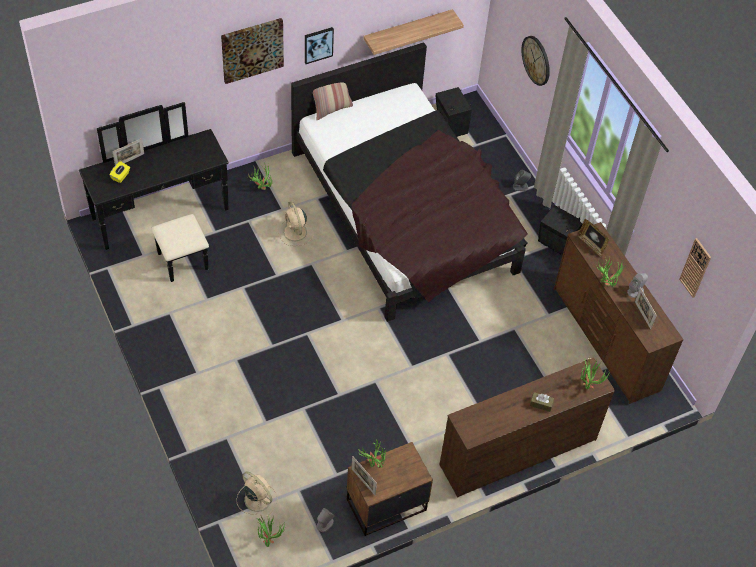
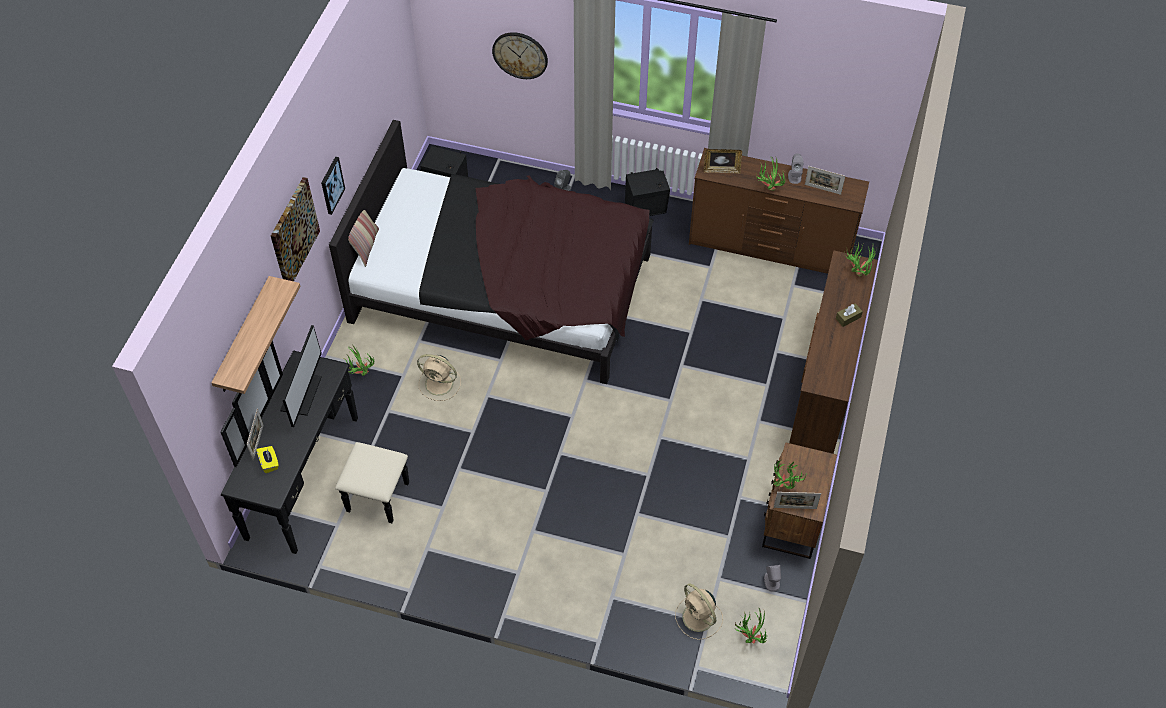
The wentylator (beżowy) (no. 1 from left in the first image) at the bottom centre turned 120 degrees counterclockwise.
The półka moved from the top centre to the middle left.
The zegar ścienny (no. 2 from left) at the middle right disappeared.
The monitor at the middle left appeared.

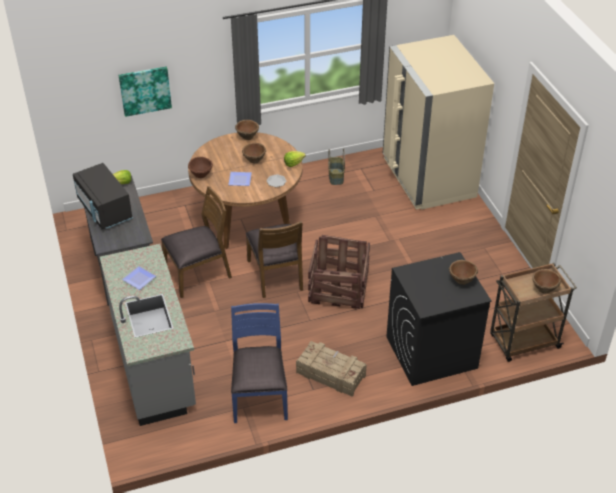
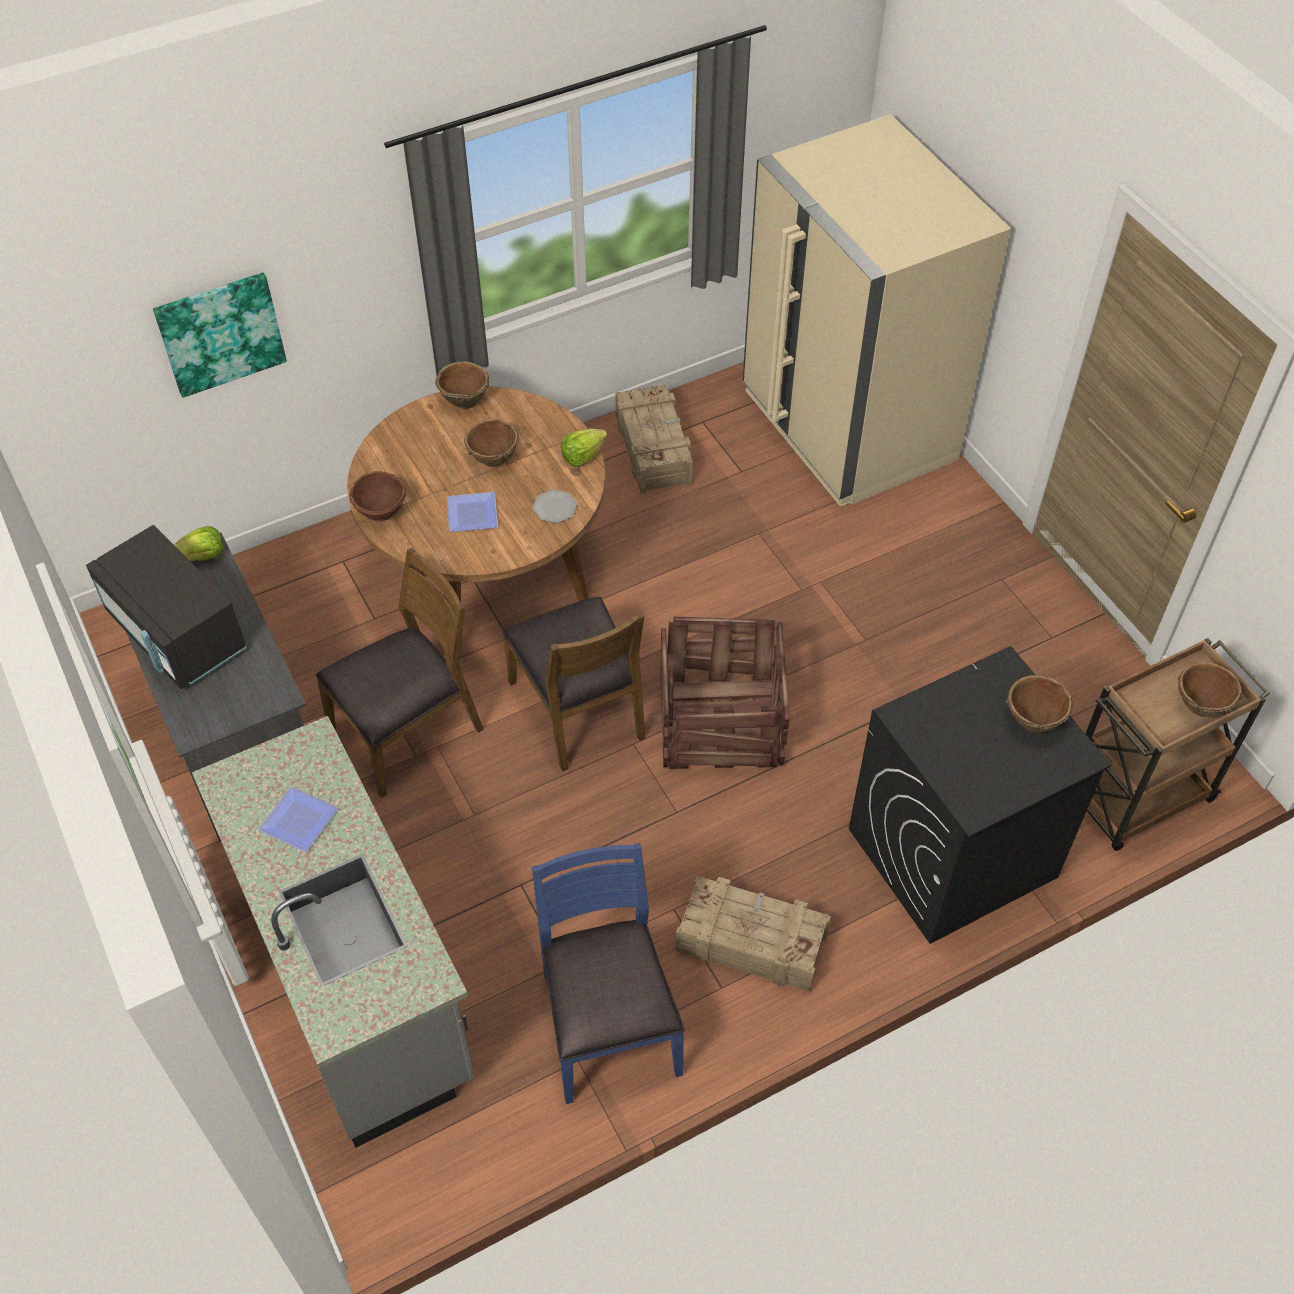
The koszyk at the centre was replaced by the skrzynka (no. 1 from left) at the centre.

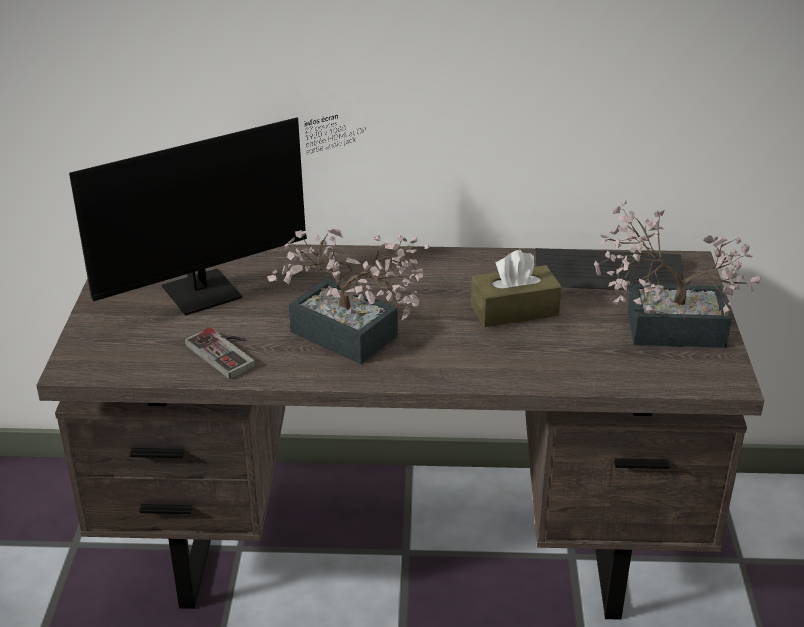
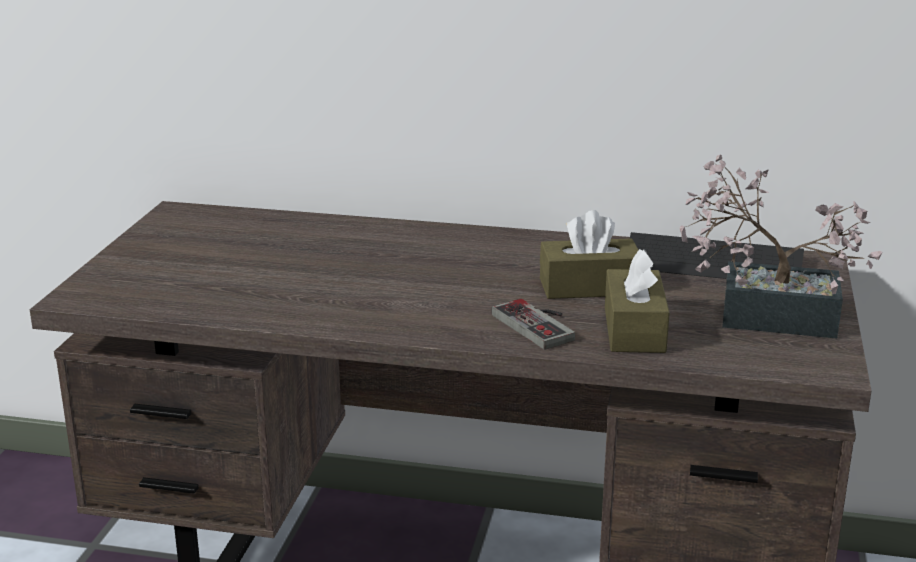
The monitor at the middle left disappeared.
The pad do gier moved from the middle left to the centre.
The roślina doniczkowa (no. 1 from left) at the centre disappeared.
The pudełko chusteczek (brązowy) (no. 2 from left) at the middle right appeared.

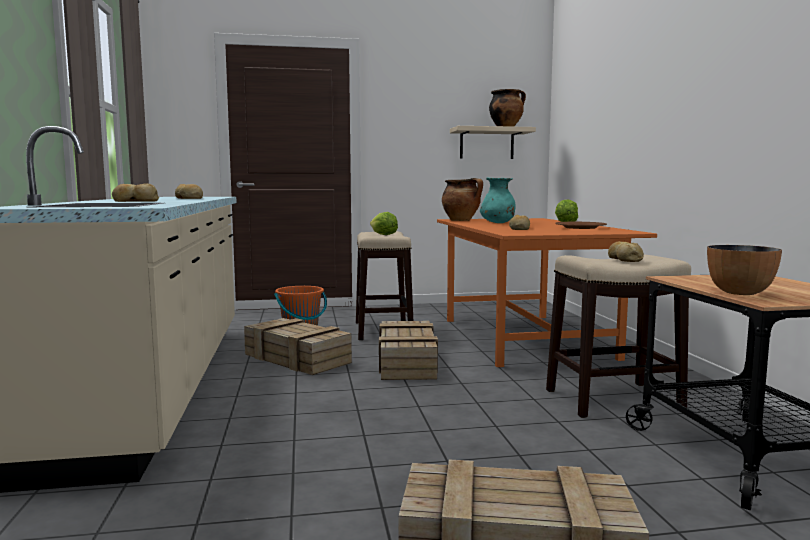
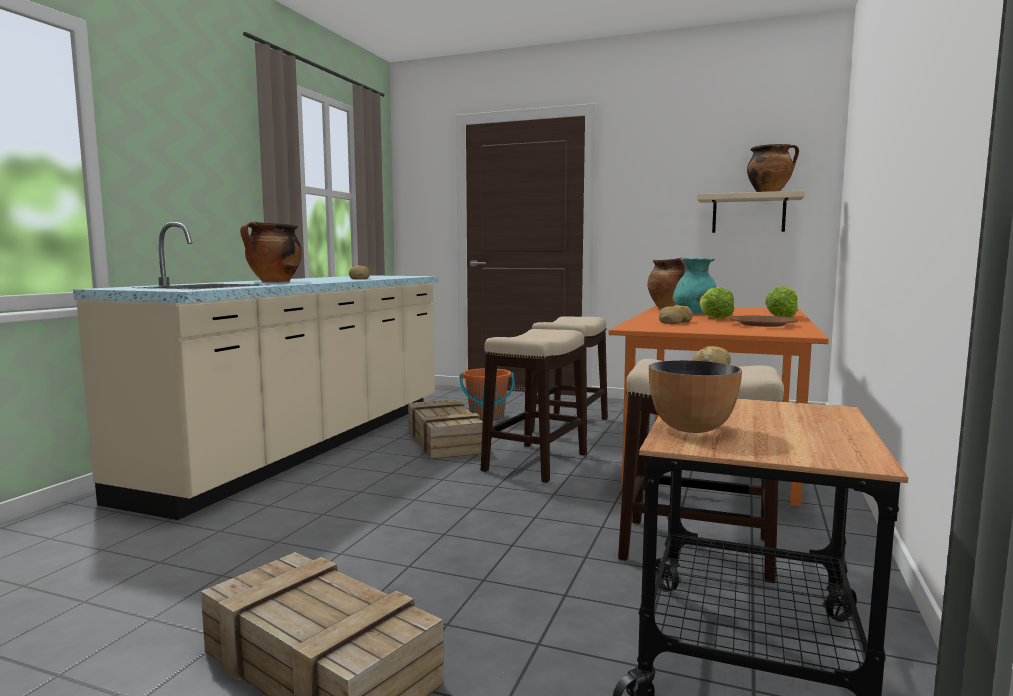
The chleb (no. 1 from left) at the middle left was replaced by the garnek (no. 1 from left) at the middle left.
The sałata (no. 1 from left) moved from the centre to the middle right.
The skrzynka (no. 2 from left) at the centre was replaced by the stołek (no. 1 from left) at the centre.

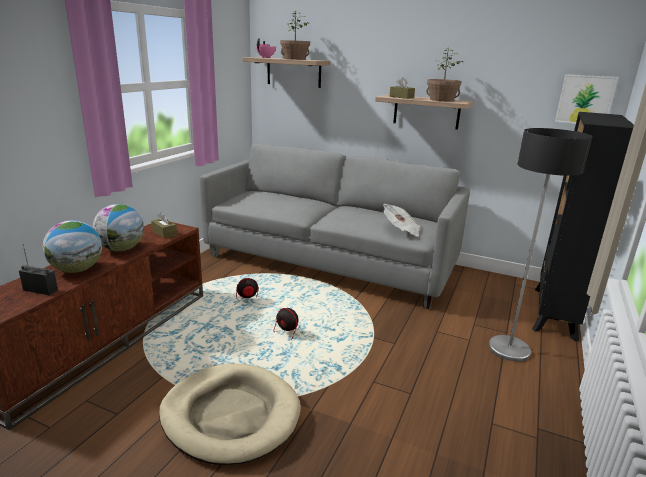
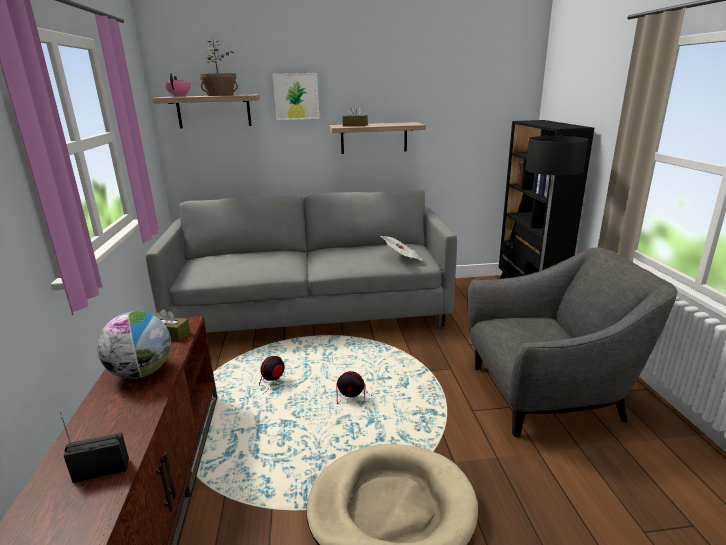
The globus (no. 1 from left) at the middle left disappeared.
The roślina doniczkowa (no. 2 from left) at the top right disappeared.
The obraz moved from the top right to the top centre.
The fotel (szary) at the middle right appeared.

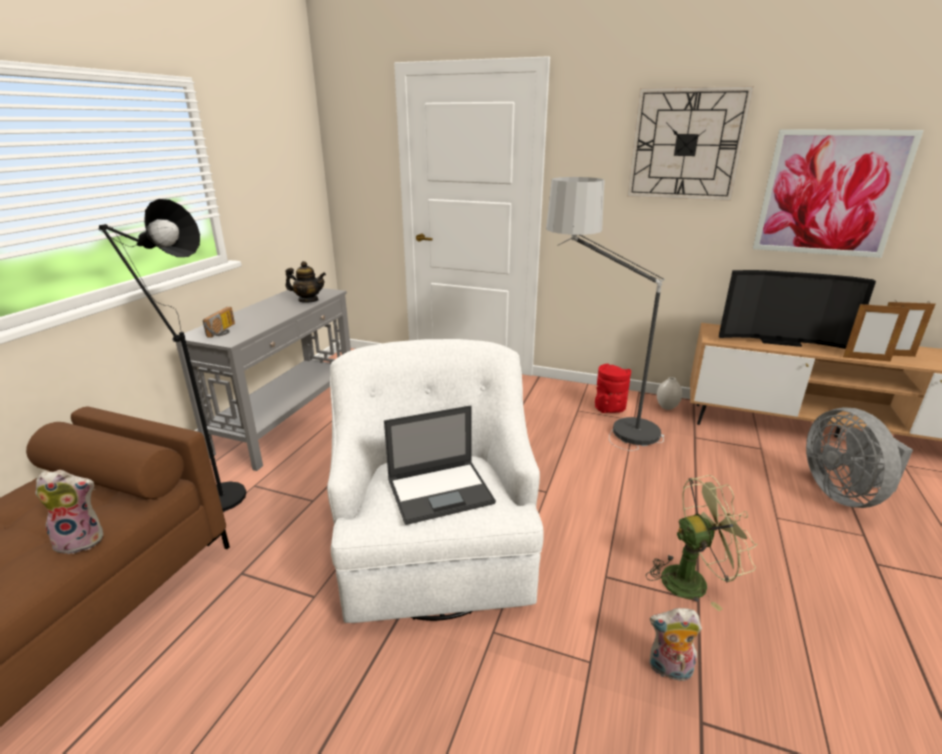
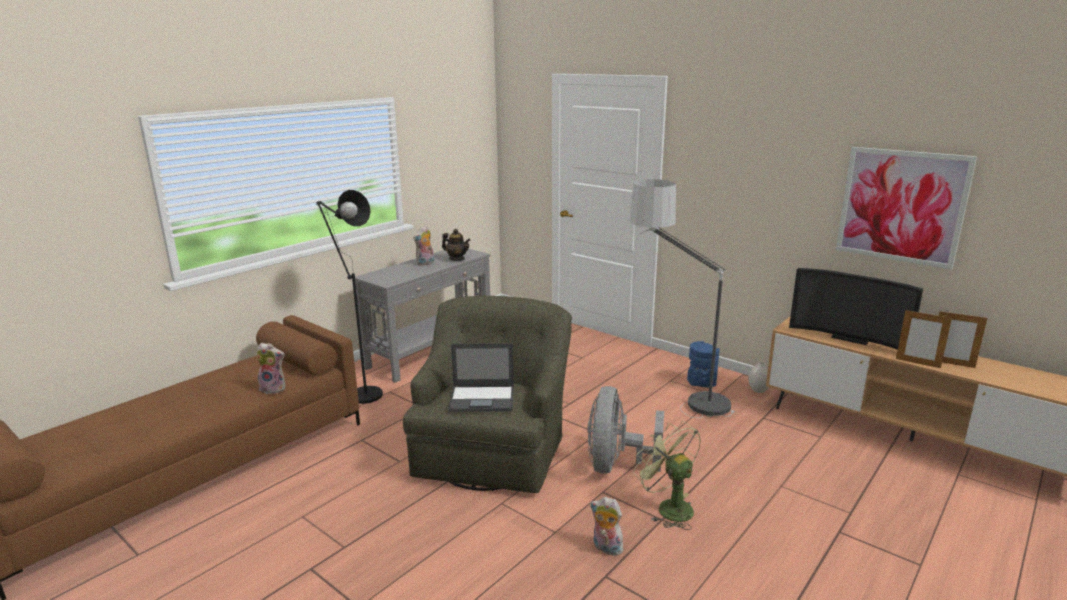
The radio at the middle left disappeared.
The fotel (biały) at the centre became the fotel (zielony) at the centre.
The wazon (czerwony) at the centre became the wazon (niebieski) at the centre.
The zegar ścienny at the top right disappeared.
The wentylator (zielony) at the bottom right turned 135 degrees counterclockwise.
The wentylator (szary) moved from the middle right to the bottom centre.
The pluszak (no. 2 from left) at the centre appeared.

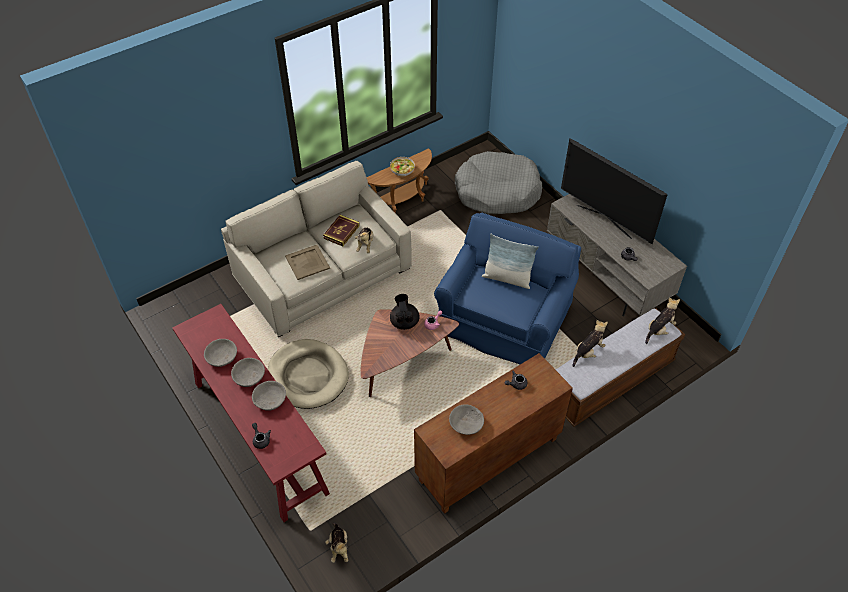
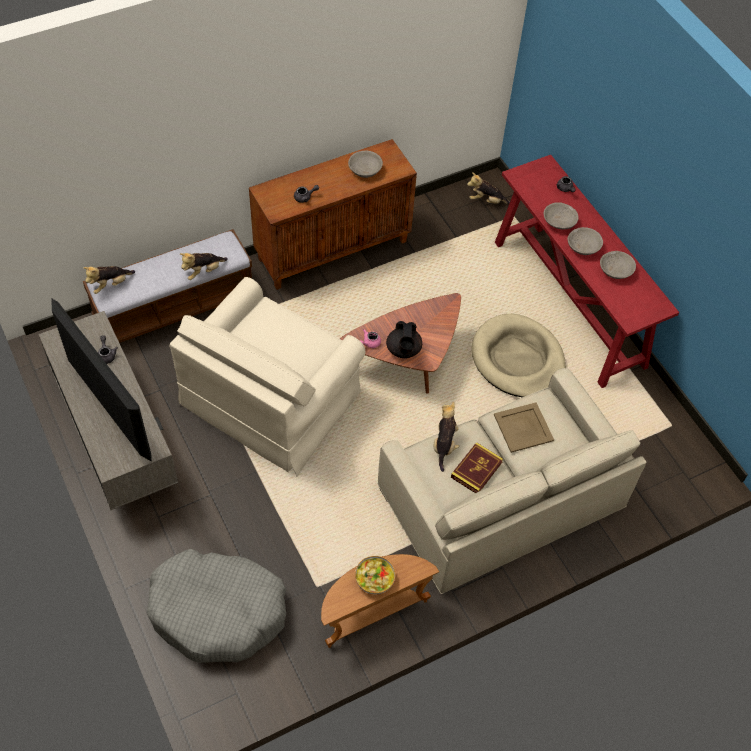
The pluszak (no. 1 from left in the first image) at the bottom centre turned 75 degrees counterclockwise.
The fotel (niebieski) at the centre became the fotel (beżowy) at the centre.
The poduszka at the centre disappeared.

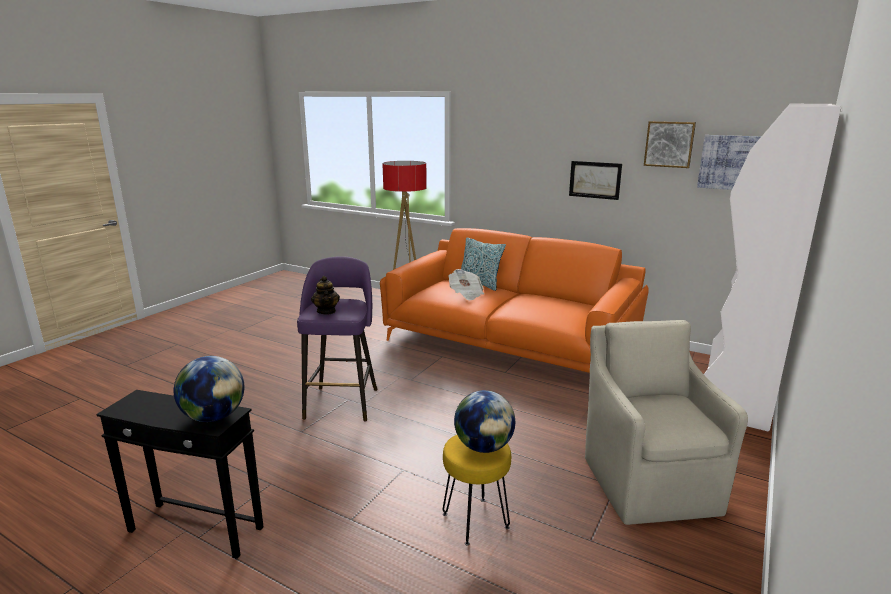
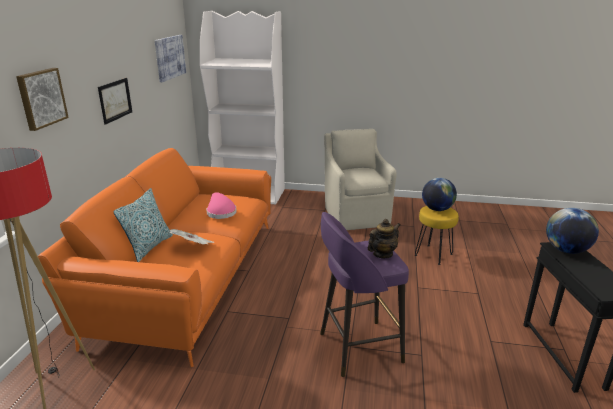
The fotel (beżowy) at the bottom right turned 105 degrees clockwise.
The obraz (no. 2 from left in the first image) moved from the top right to the top left.
The kapelusz (różowy) at the centre appeared.

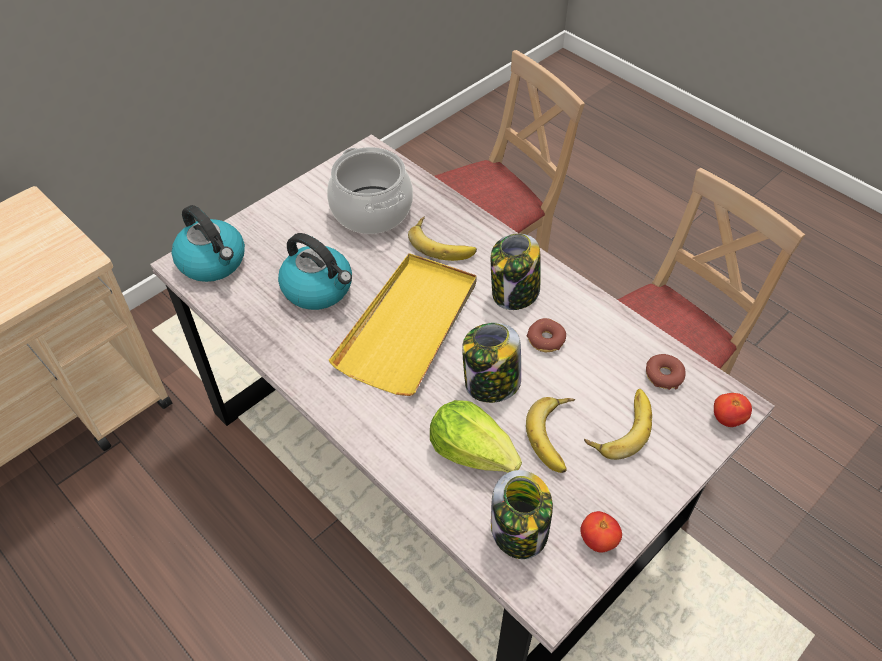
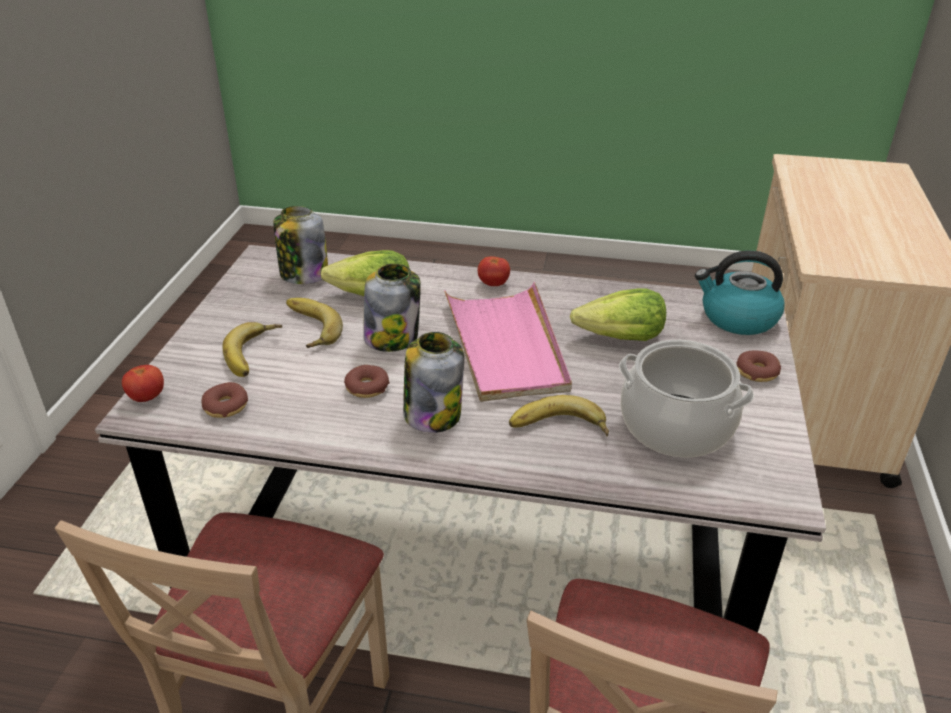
The czajnik (no. 2 from left) at the centre was replaced by the sałata (no. 2 from left) at the centre.
The taca (żółty) at the centre became the taca (różowy) at the centre.
The pomidor (no. 1 from left in the first image) moved from the bottom right to the centre.
The donut (no. 3 from left) at the middle right appeared.

